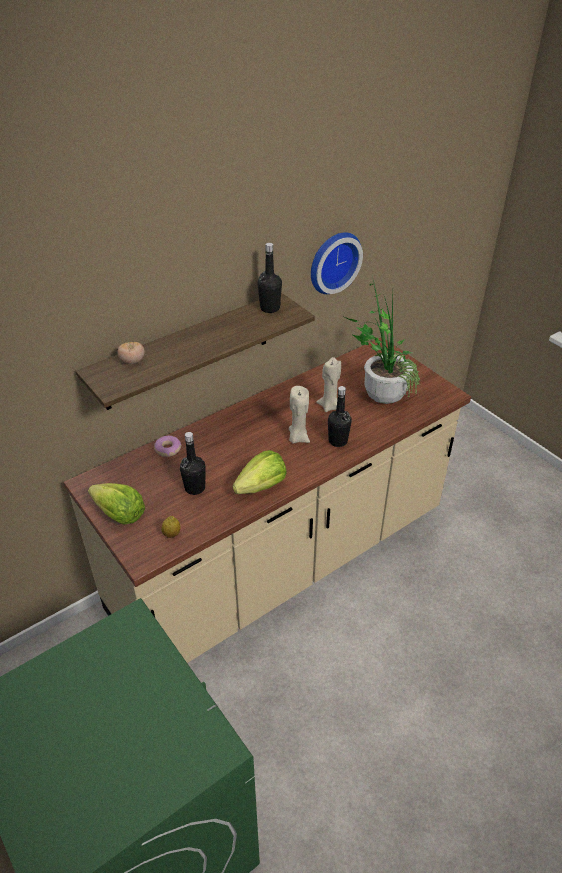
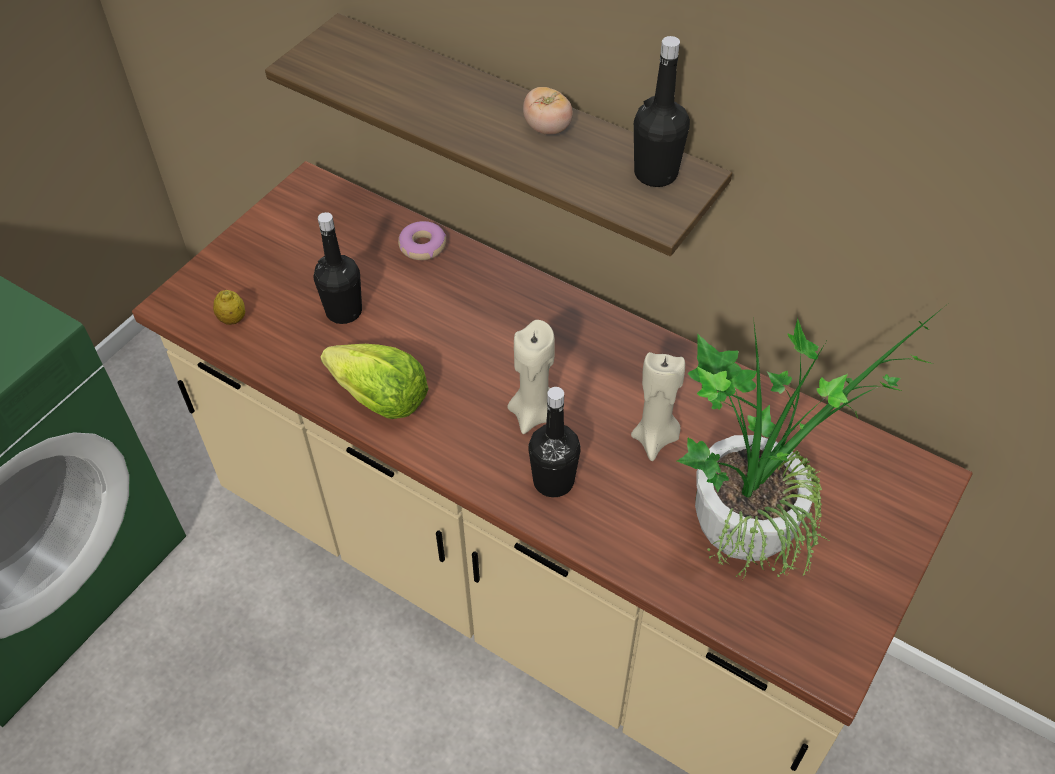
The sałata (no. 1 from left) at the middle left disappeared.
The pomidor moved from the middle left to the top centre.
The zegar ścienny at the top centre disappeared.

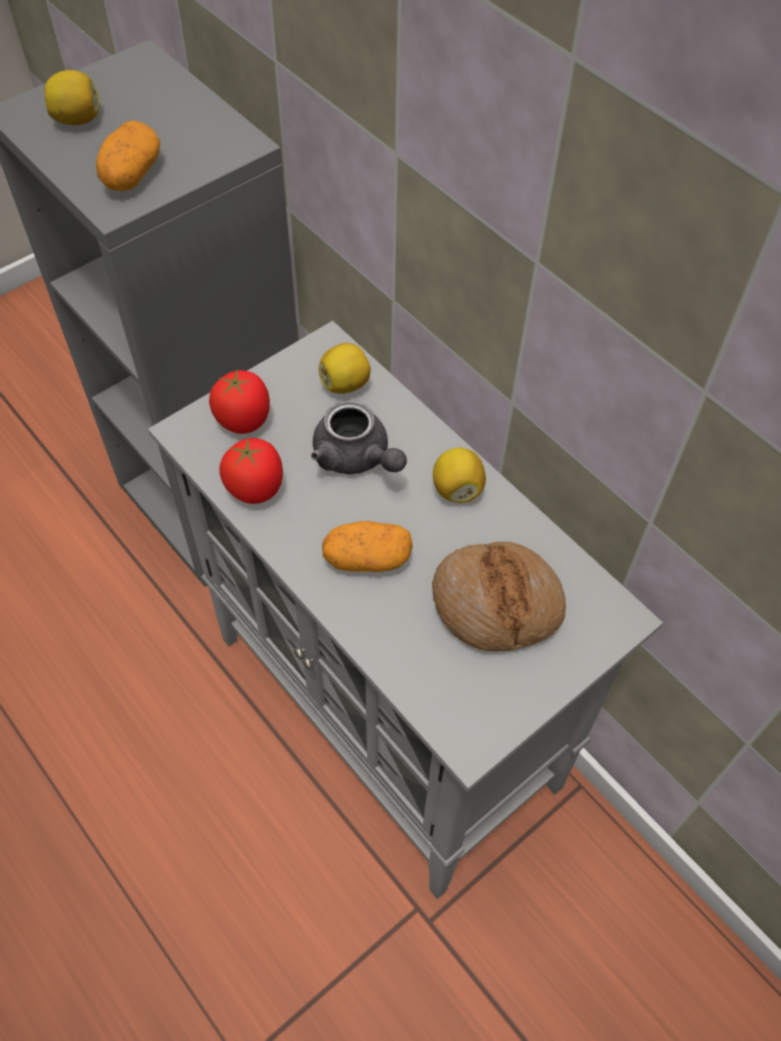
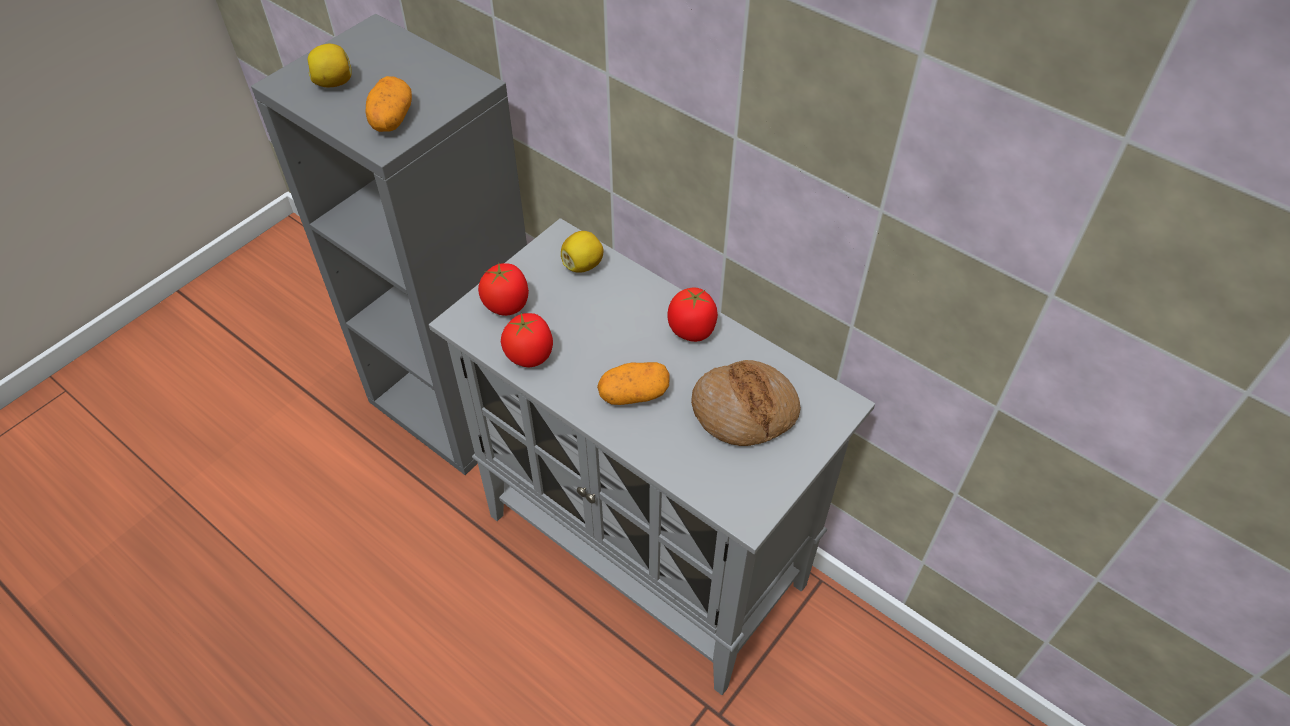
The imbryk (szary) at the centre disappeared.
The cytryna (no. 3 from left) at the centre was replaced by the pomidor (no. 3 from left) at the centre.

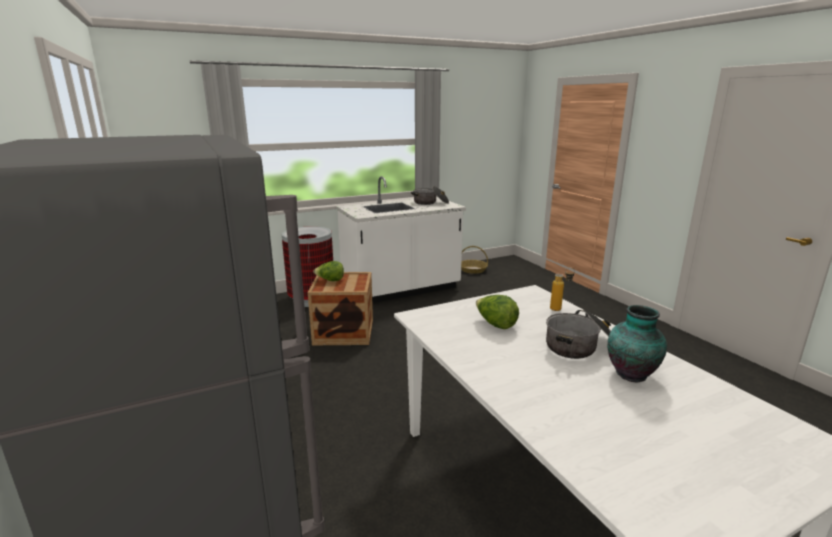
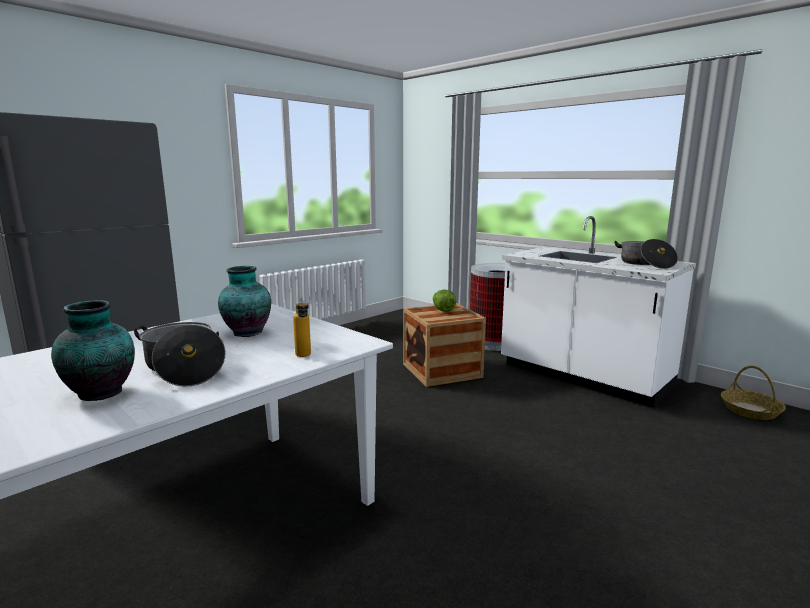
The sałata (no. 2 from left) at the centre was replaced by the wazon (no. 2 from left) at the middle left.

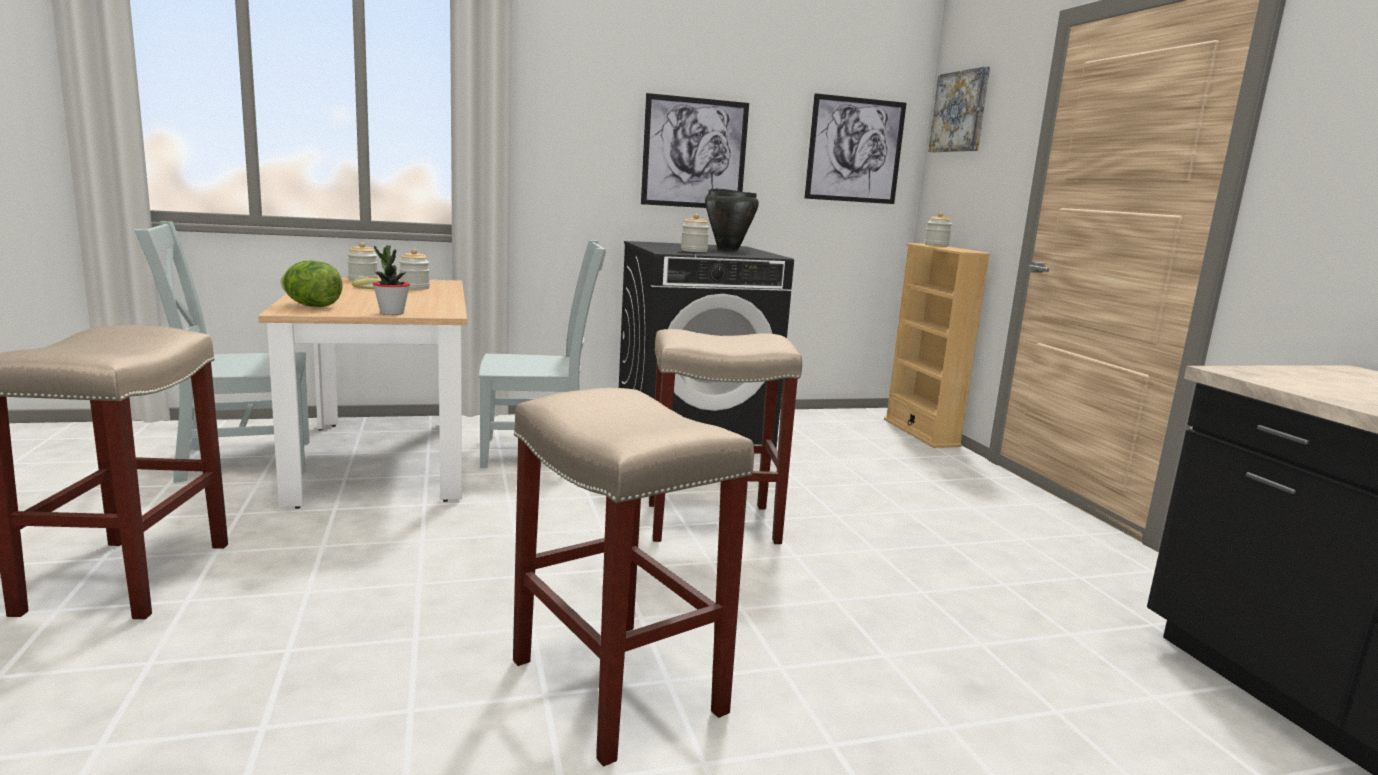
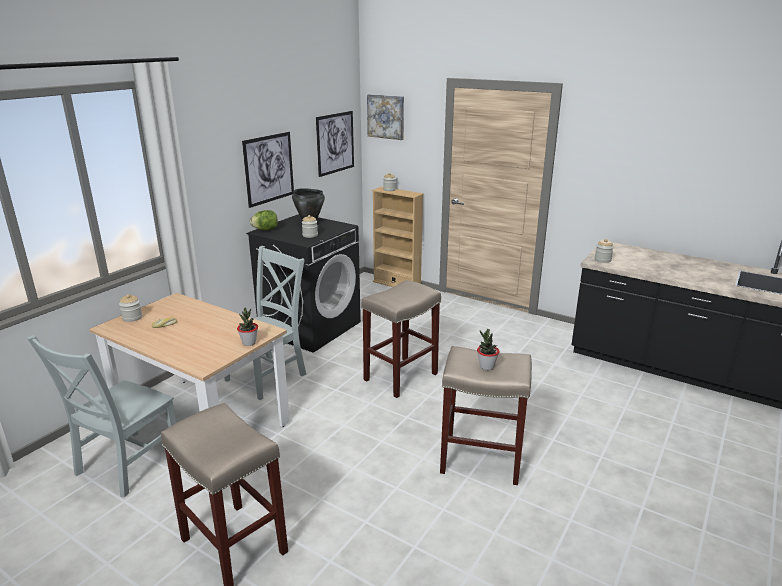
The sałata moved from the middle left to the centre.
The słoik (no. 2 from left in the first image) moved from the middle left to the middle right.
The roślina doniczkowa (no. 2 from left) at the centre appeared.

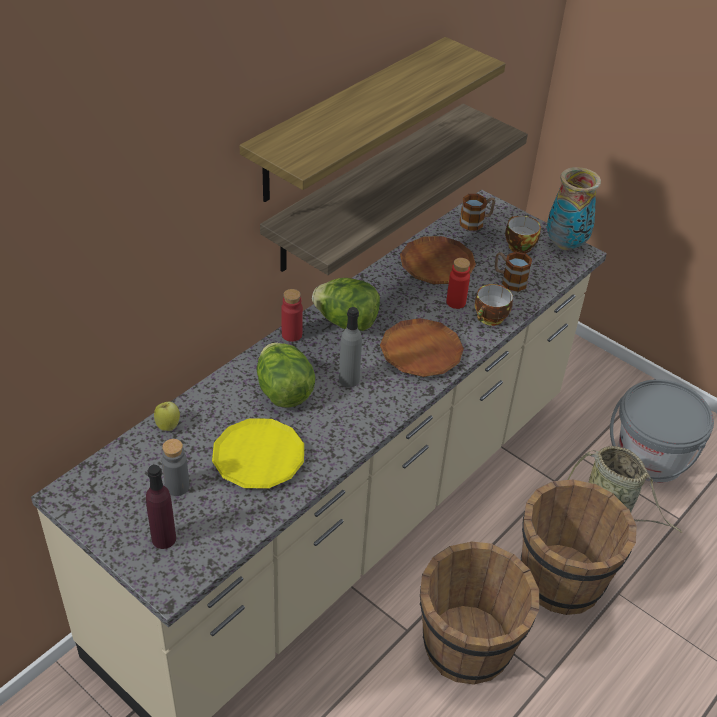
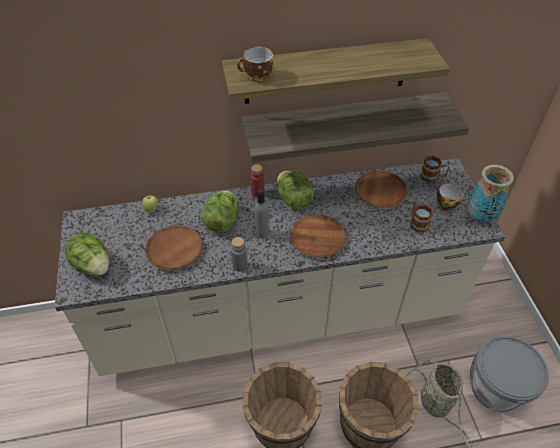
The butelka (fioletowy) at the bottom left was replaced by the sałata (no. 1 from left) at the middle left.
The butelka (szary) (no. 1 from left) moved from the middle left to the centre.
The talerz (żółty) at the centre became the talerz (brązowy) (no. 1 from left) at the middle left.
The butelka (czerwony) (no. 2 from left) at the centre disappeared.
The filiżanka (no. 1 from left) moved from the middle right to the top centre.

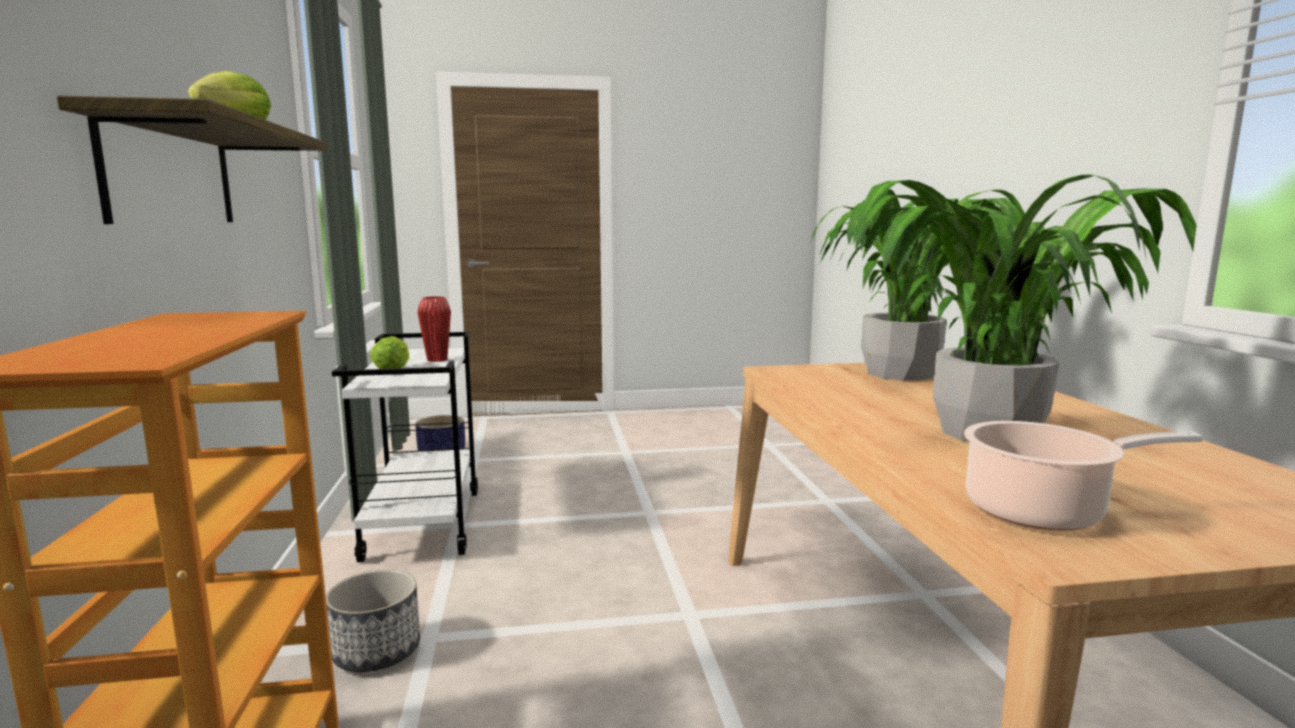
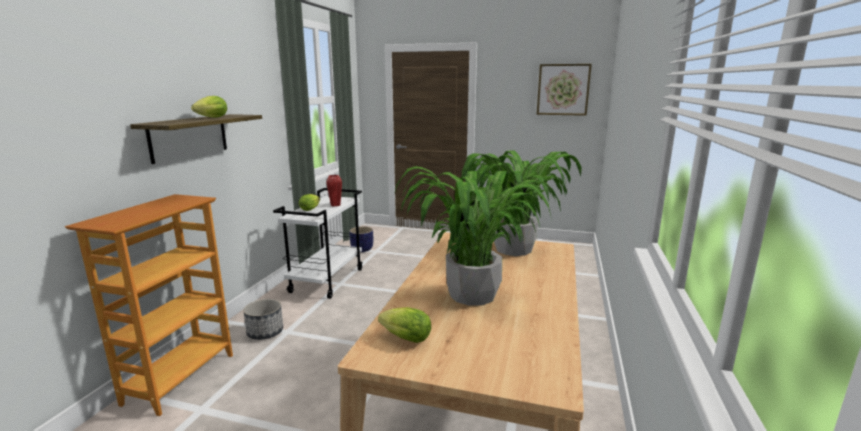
The garnek at the middle right was replaced by the sałata (no. 3 from left) at the bottom centre.
The obraz at the top centre appeared.

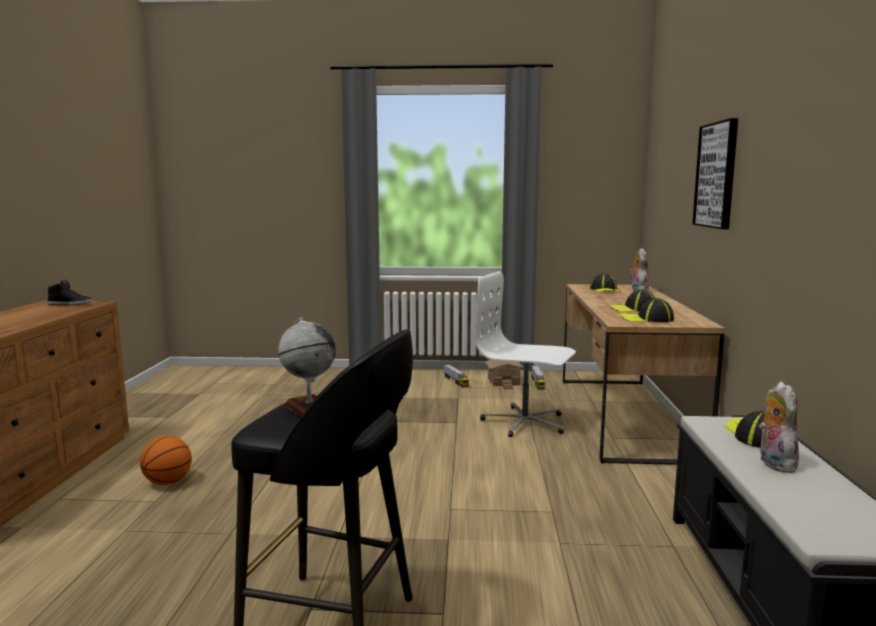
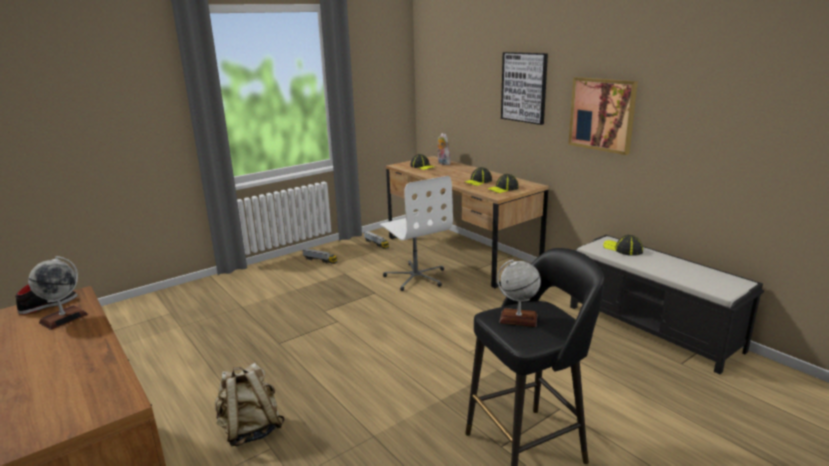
The piłka do koszykówki at the bottom left was replaced by the plecak (beżowy) at the bottom left.
The krzesło biurowe (biały) at the centre turned 105 degrees counterclockwise.
The domek at the centre disappeared.
The pluszak (no. 2 from left) at the bottom right disappeared.
The globus (no. 1 from left) at the middle left appeared.
The obraz (no. 2 from left) at the top right appeared.

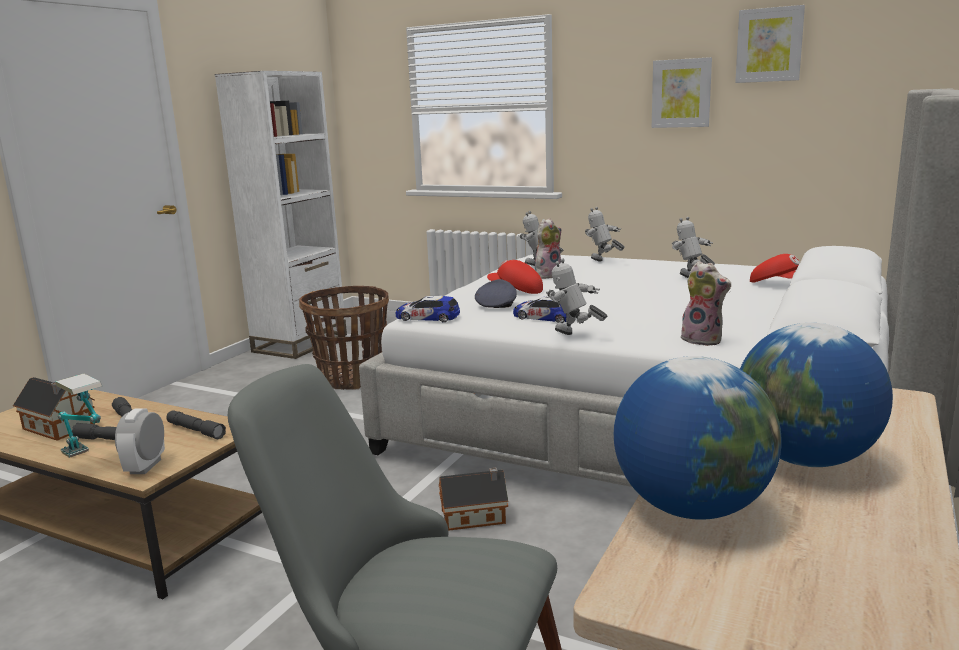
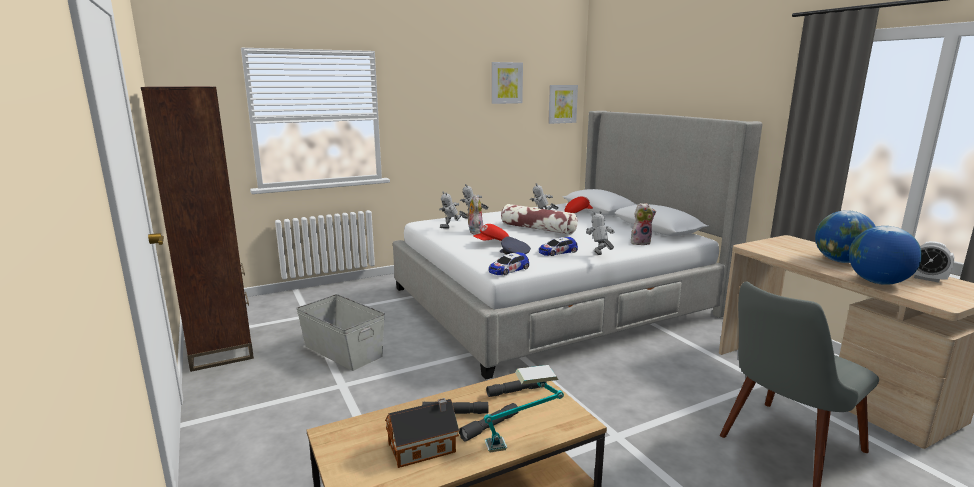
The budzik moved from the bottom left to the middle right.
The regał (biały) at the top left became the regał (brązowy) at the middle left.
The koszyk at the centre was replaced by the pojemnik do przechowywania (szary) at the bottom centre.
The domek (no. 2 from left) at the bottom centre disappeared.
The robot zabawkowy (no. 2 from left in the first image) at the centre turned 90 degrees clockwise.
The obraz (no. 1 from left in the first image) moved from the top right to the top centre.
The poduszka at the centre appeared.

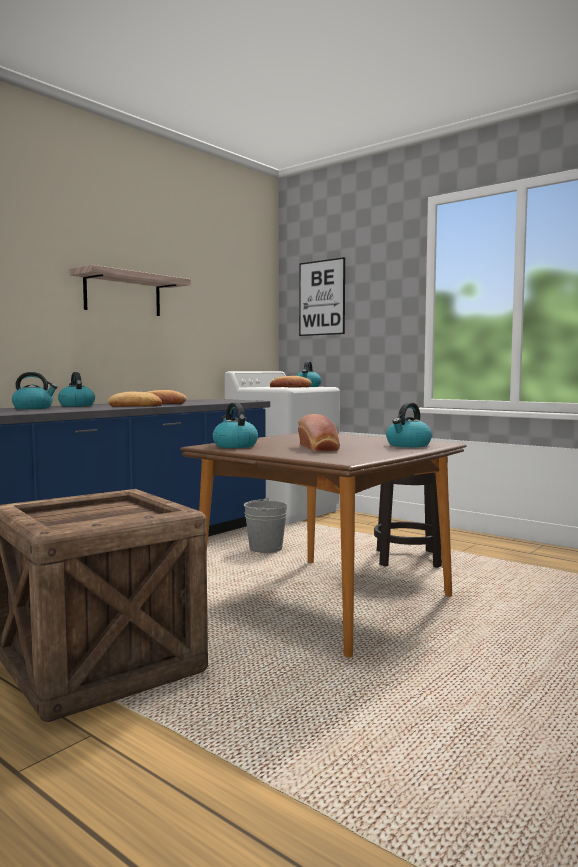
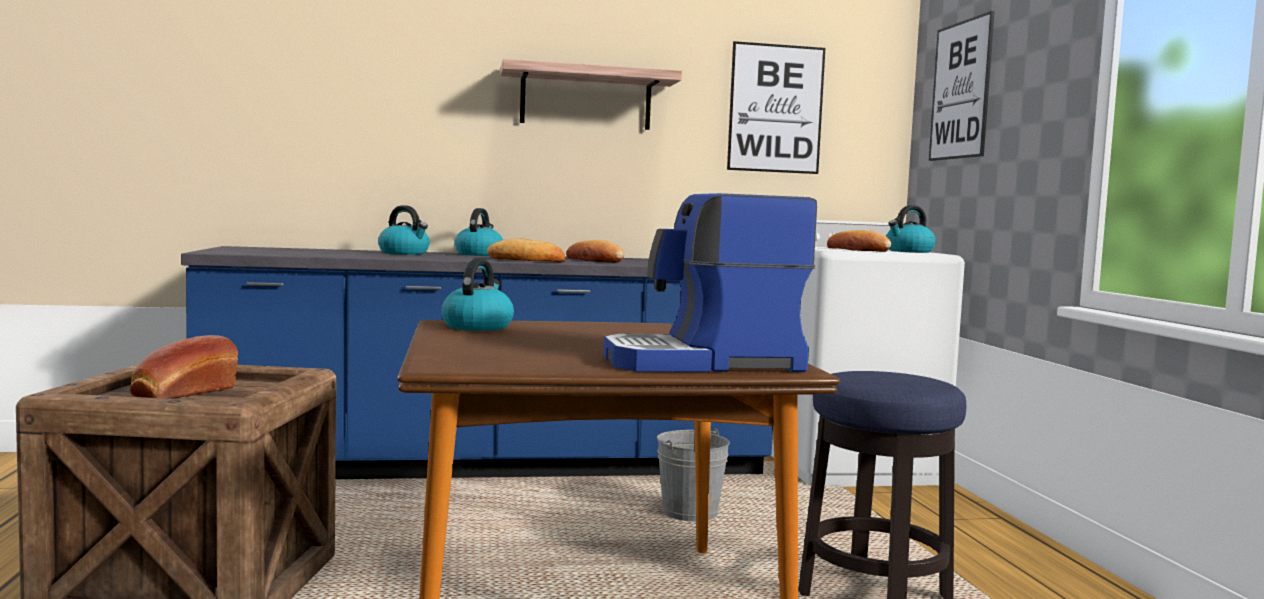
The chleb (no. 4 from left in the first image) moved from the centre to the middle left.
The czajnik (no. 5 from left) at the middle right was replaced by the ekspres do kawy at the centre.
The obraz (no. 1 from left) at the top centre appeared.

